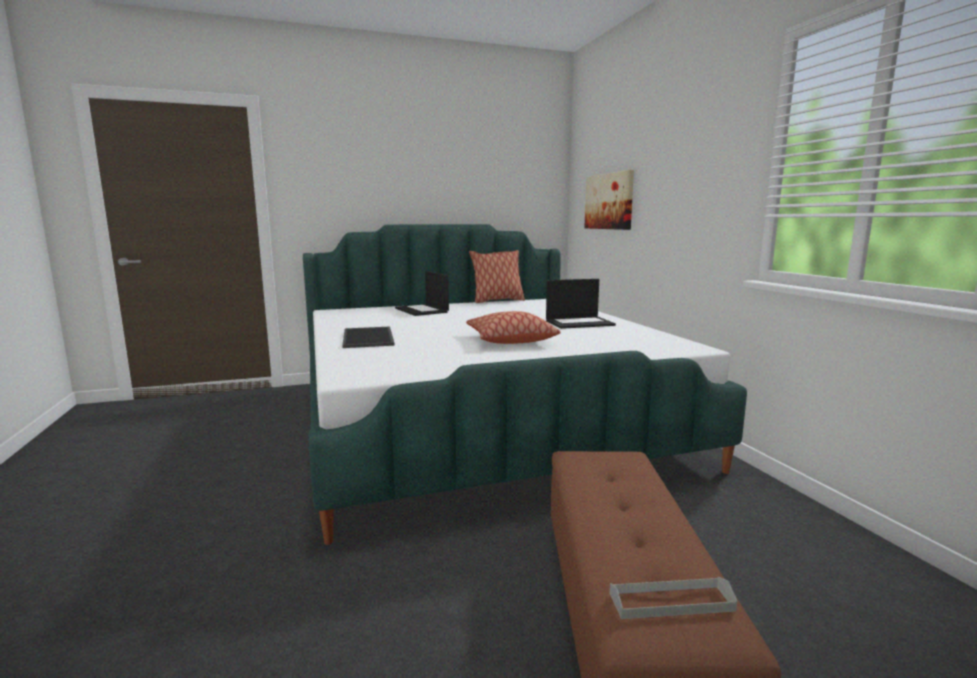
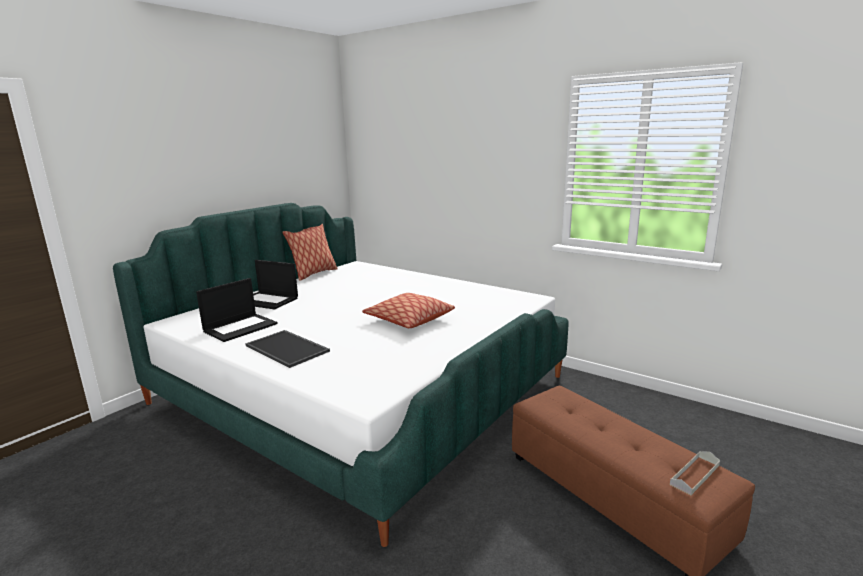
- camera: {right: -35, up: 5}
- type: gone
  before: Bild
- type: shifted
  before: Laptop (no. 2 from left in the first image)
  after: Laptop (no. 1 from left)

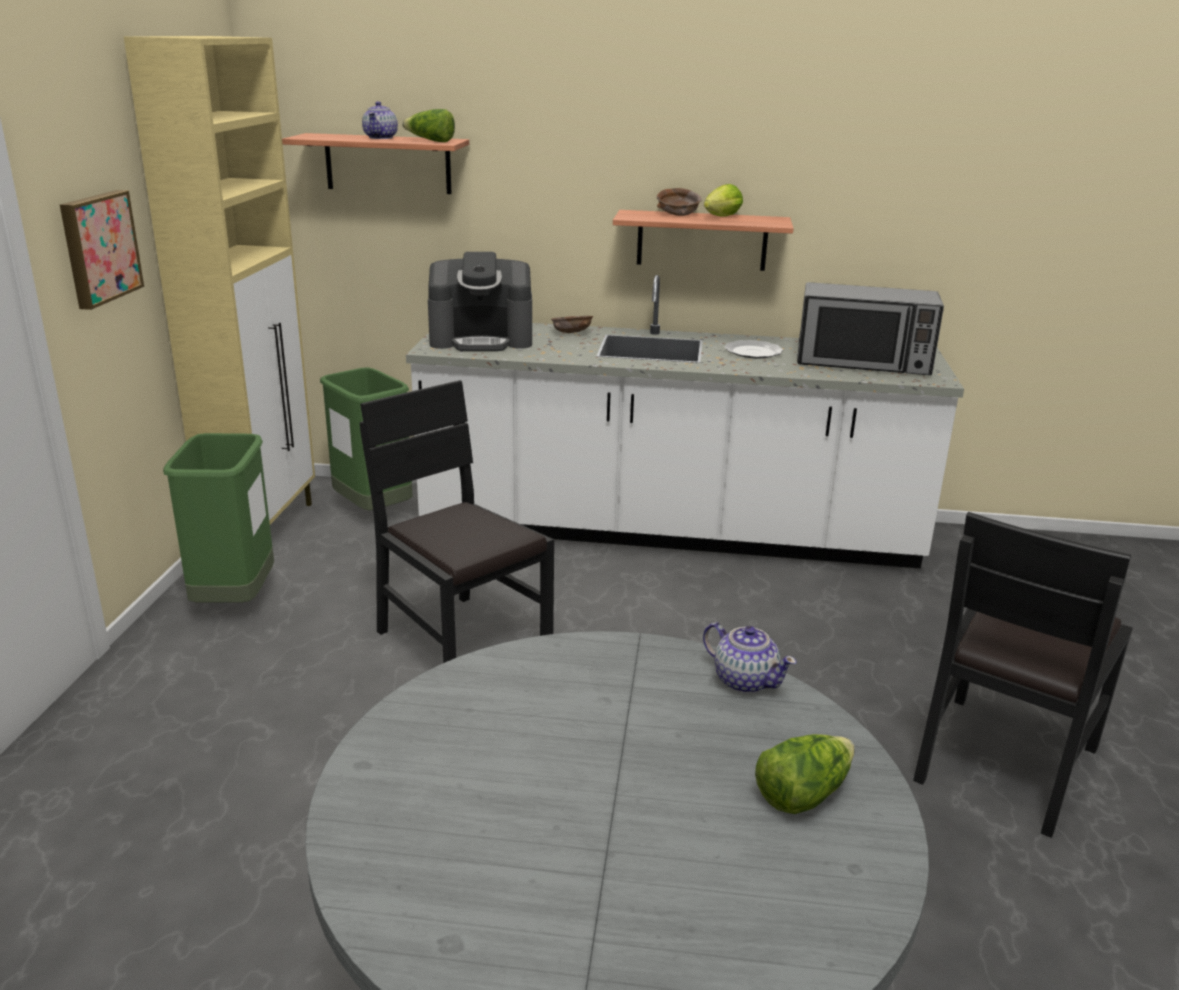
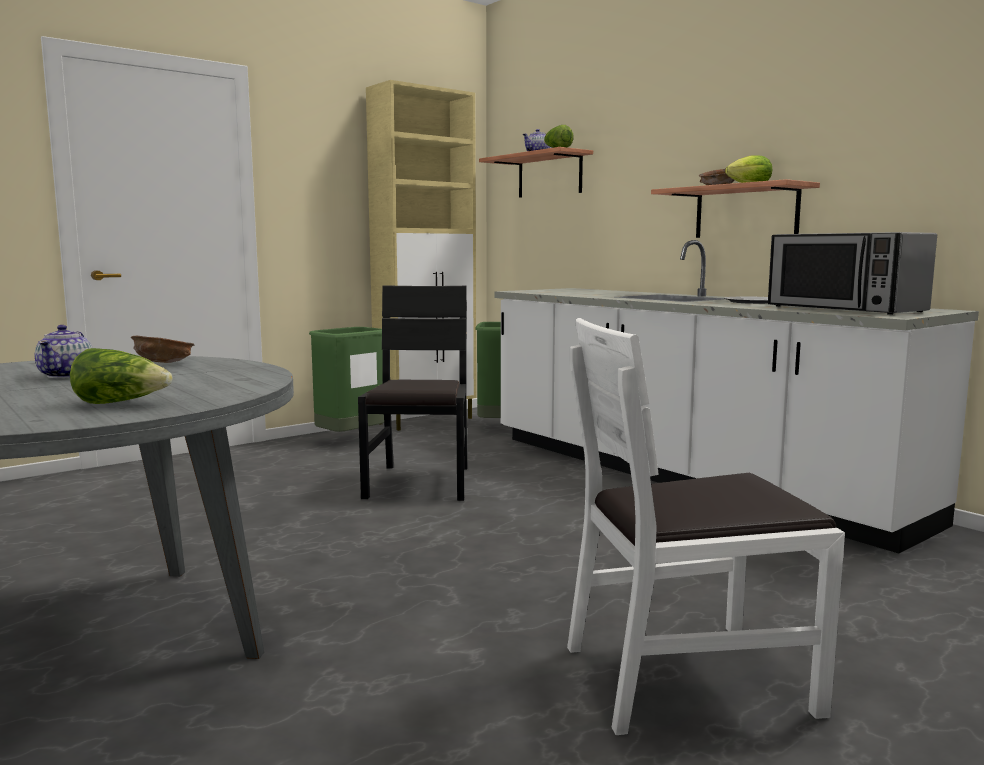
- camera: {right: 45, up: -15}
- type: gone
  before: Bild
- type: gone
  before: Kaffeemaschine
- type: shifted
  before: Schüssel [braun] (no. 1 from left)
- type: repainted
  before: Stuhl [schwarz] (no. 2 from left)
  after: Stuhl [weiß]
- type: shifted
  before: Teekanne (no. 2 from left in the first image)
  after: Teekanne (no. 1 from left)

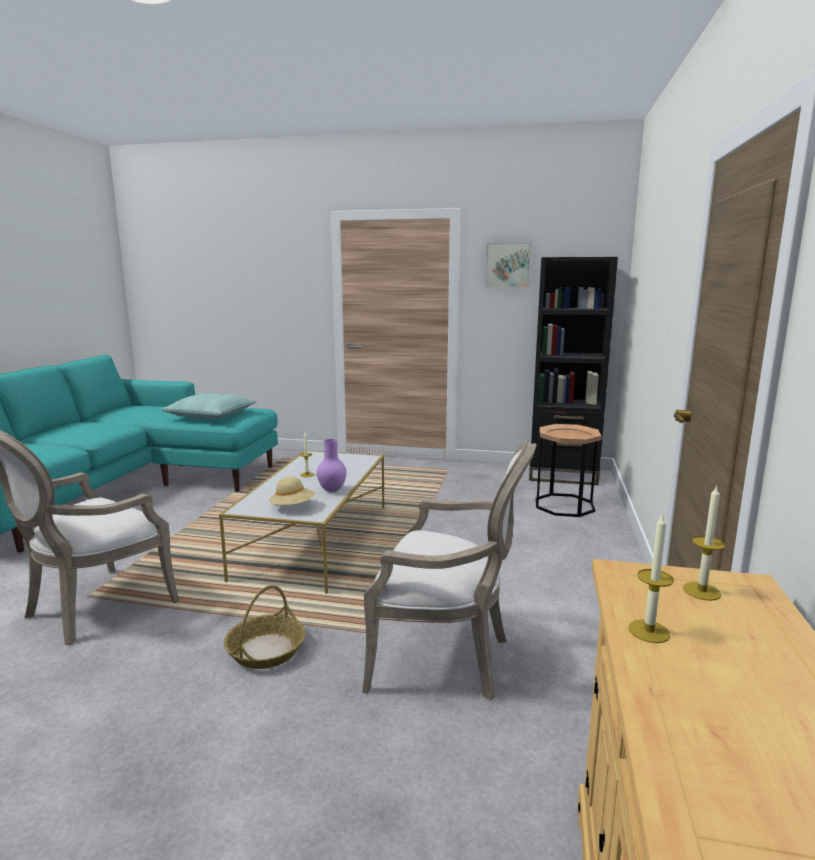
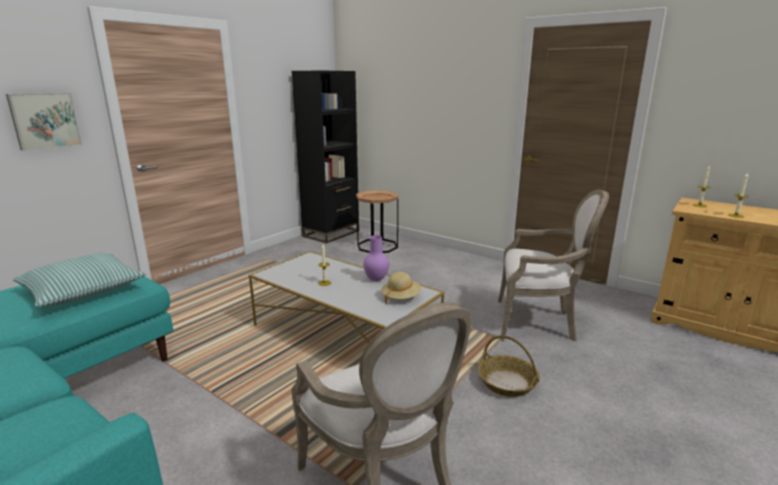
- camera: {right: -65, up: 5}
- type: shifted
  before: Bild
- type: rotated
  before: Sessel (no. 2 from left)
  turn: 60

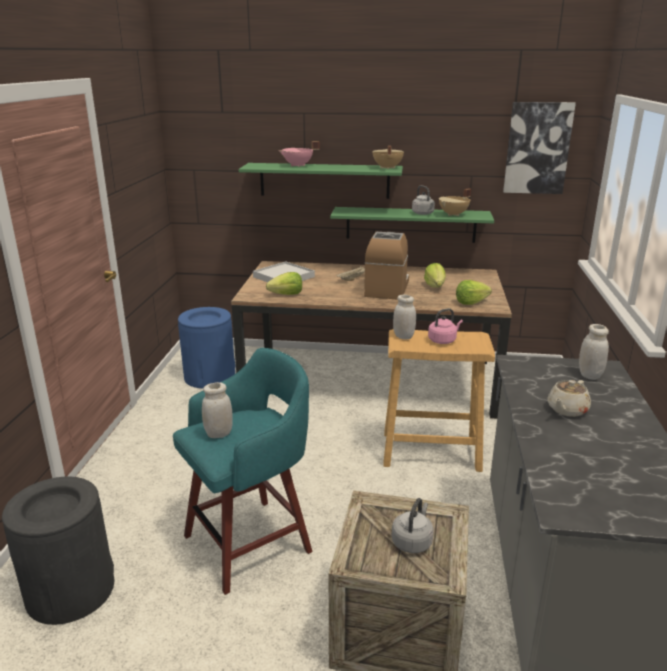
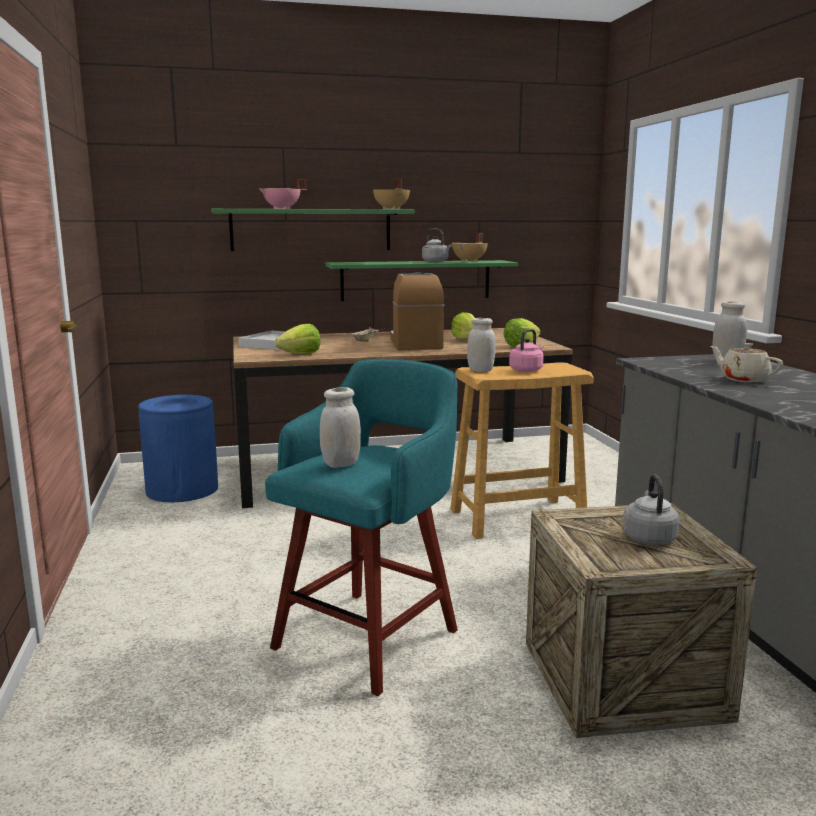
- camera: {right: -20, up: -10}
- type: gone
  before: Bild
- type: rotated
  before: Teekanne [beige]
  turn: 120
- type: gone
  before: Mülleimer [schwarz]

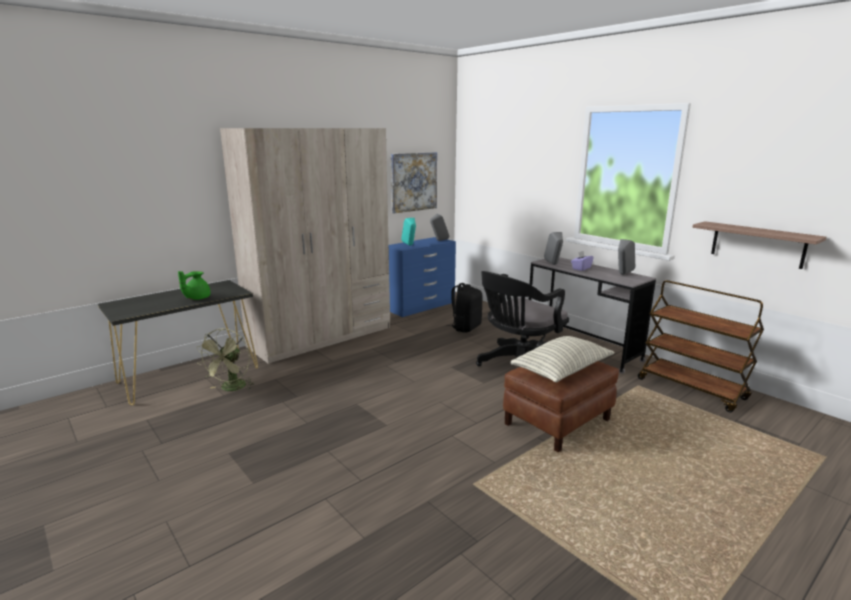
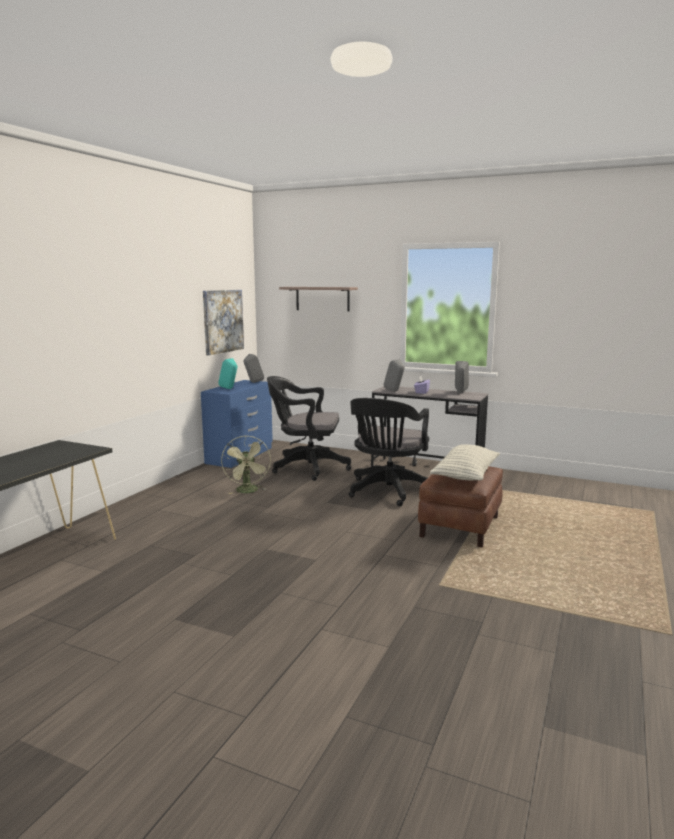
- camera: {right: -25, up: -5}
- type: gone
  before: Kleiderschrank [beige]
- type: shifted
  before: Wandregal
- type: gone
  before: Teekanne [grün]
- type: gone
  before: Rollwagen [braun]
- type: swapped
  before: Rucksack [schwarz]
  after: Bürostuhl [schwarz] (no. 1 from left)
- type: shifted
  before: Ventilator [grün]

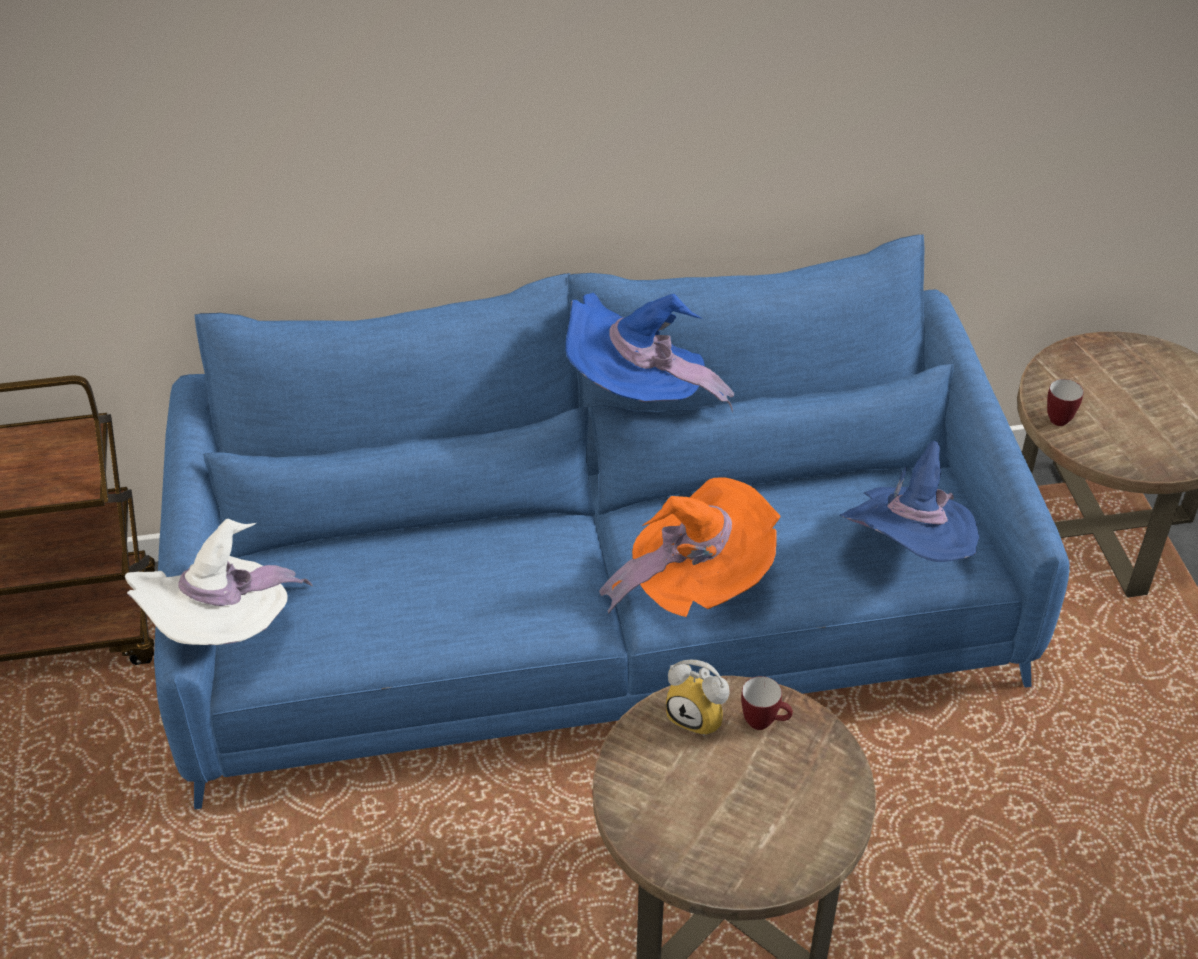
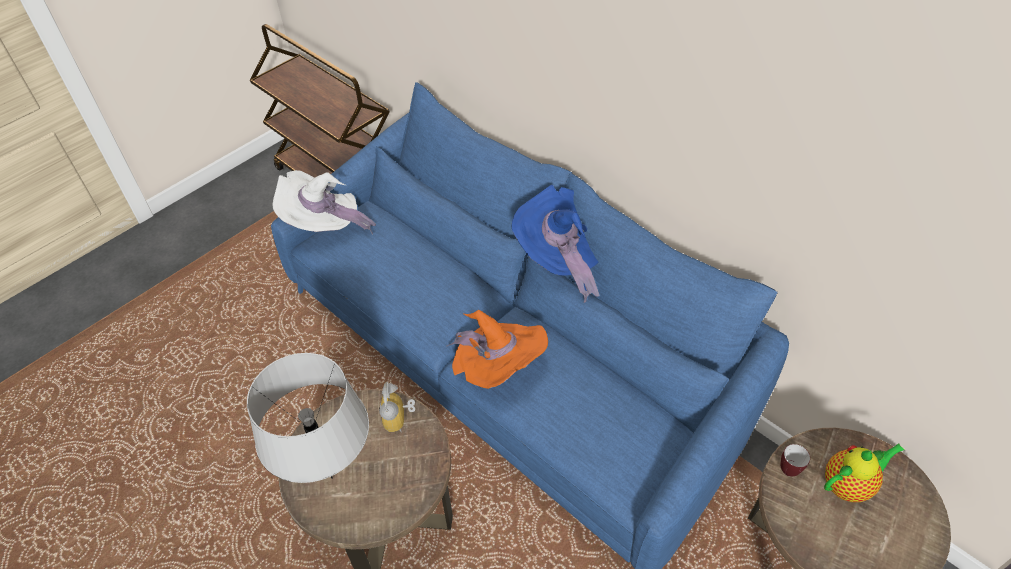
- camera: {right: 55, up: 5}
- type: gone
  before: Hut [blau] (no. 2 from left)
- type: gone
  before: Henkelbecher (no. 1 from left)
- type: new
  after: Tischlampe [grau]
- type: new
  after: Teekanne

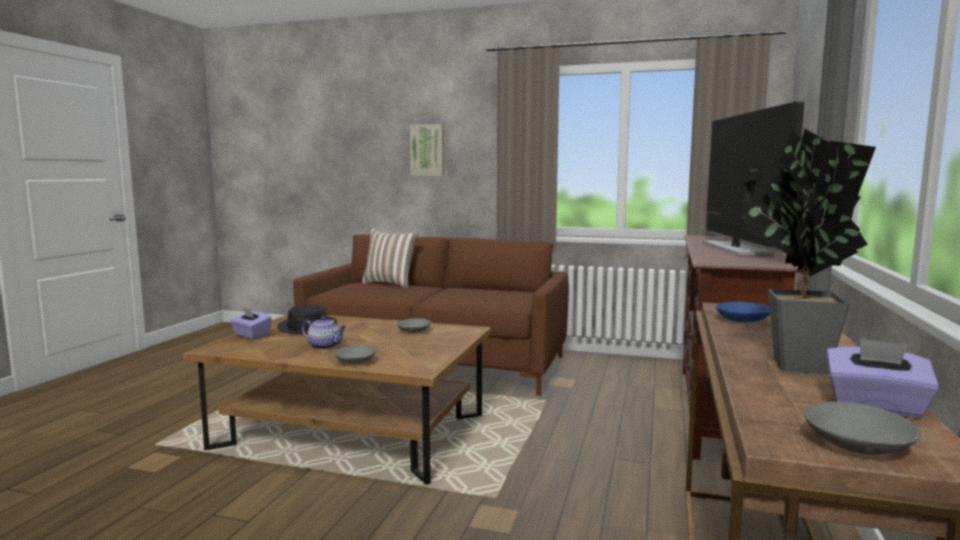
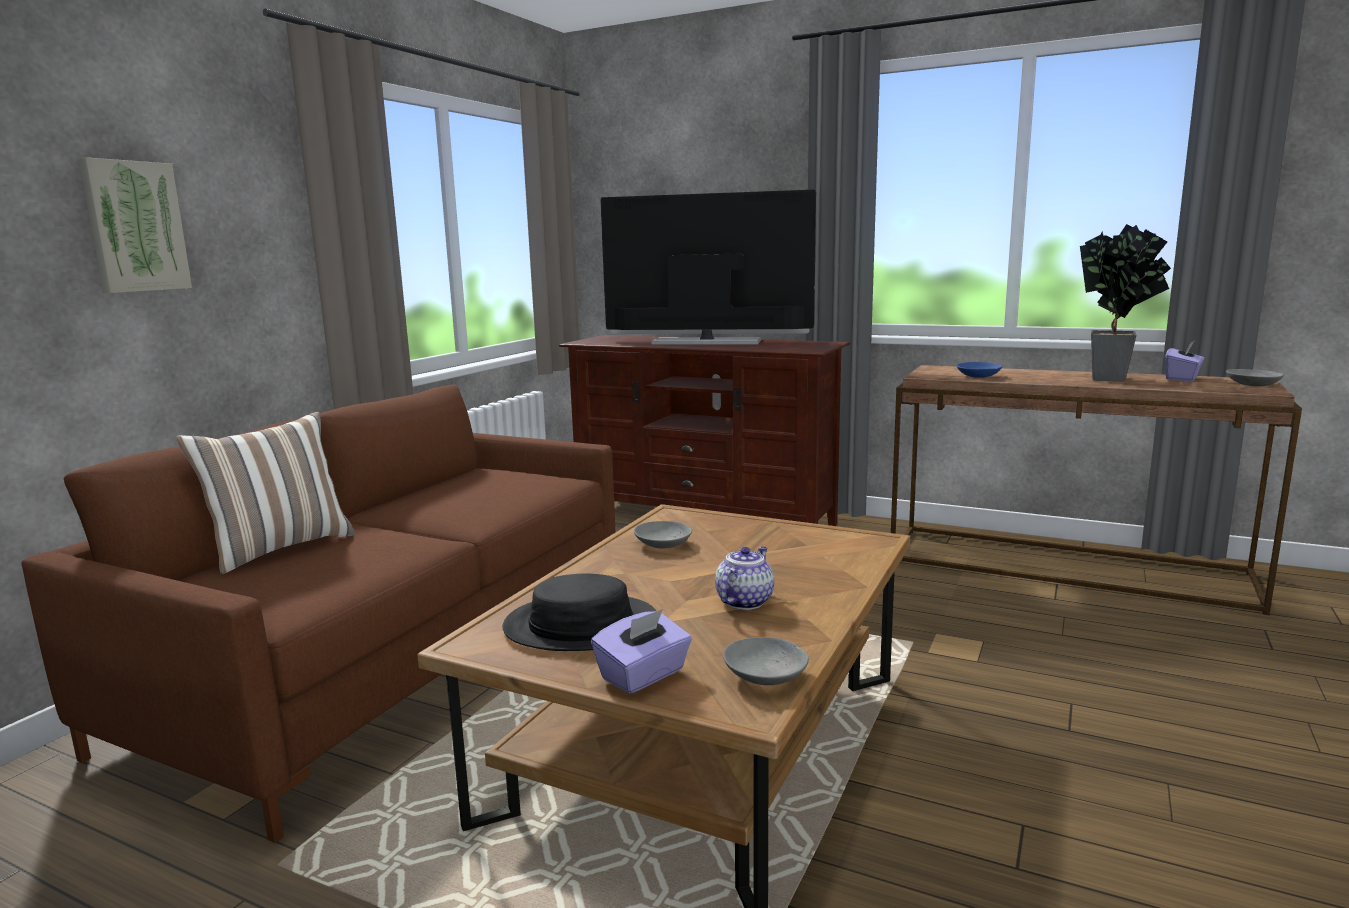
- camera: {right: -80, up: 5}
- type: shifted
  before: Schüssel [grau] (no. 1 from left in the first image)
  after: Schüssel [grau] (no. 2 from left)

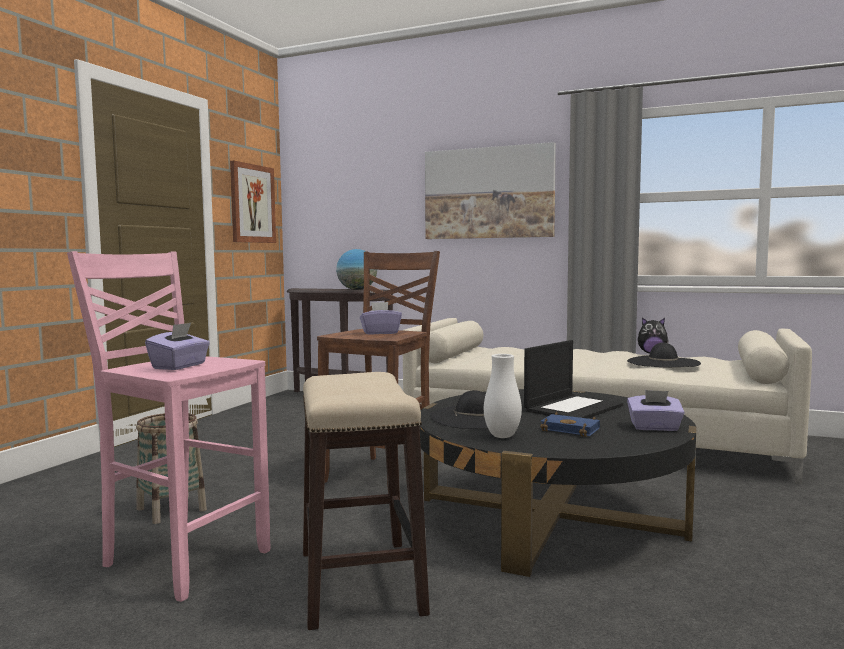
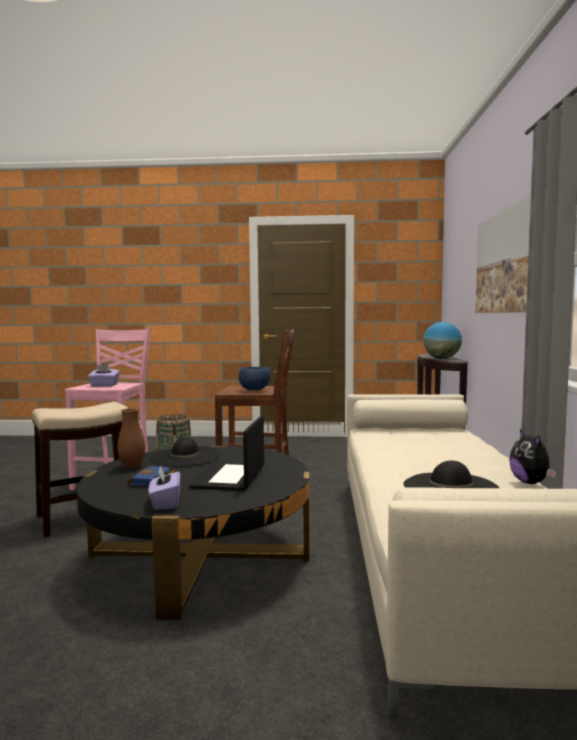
- camera: {right: 70, up: 0}
- type: gone
  before: Bild (no. 1 from left)
- type: swapped
  before: Taschentuchbox [lila] (no. 2 from left)
  after: Schüssel [blau]
- type: rotated
  before: Laptop
  turn: 75
- type: repainted
  before: Vase [weiß]
  after: Vase [braun]

